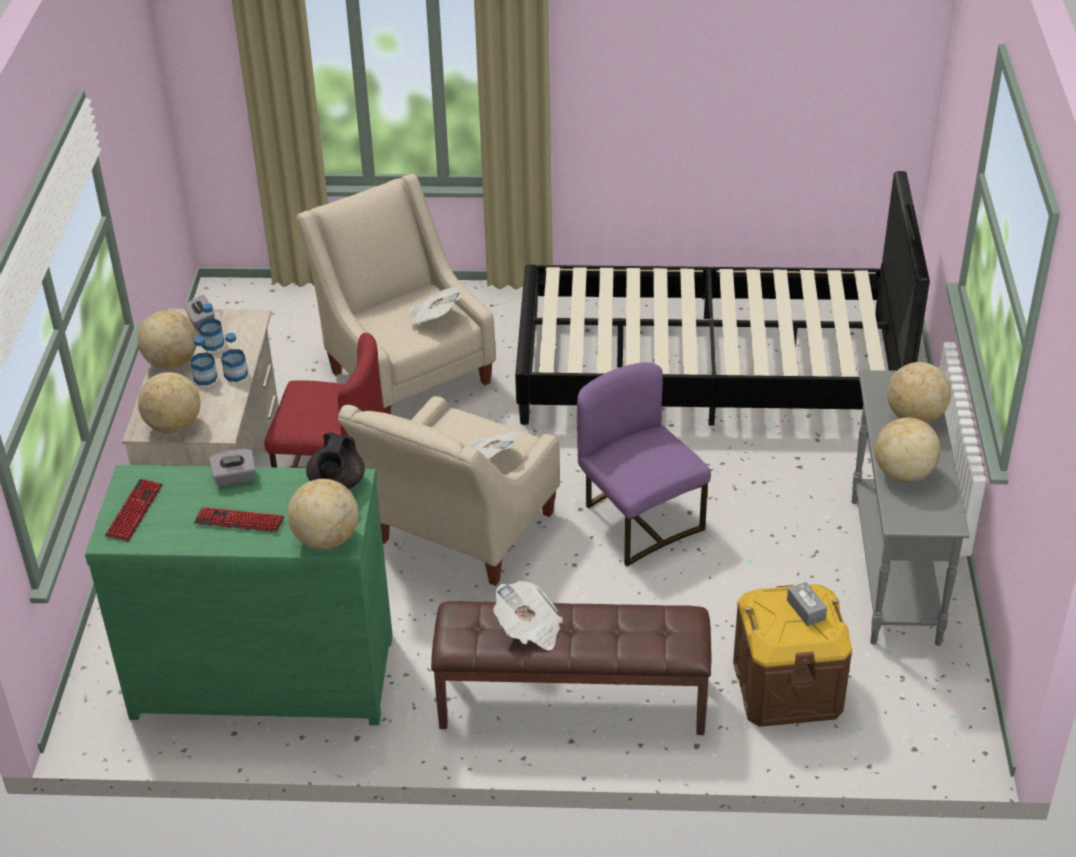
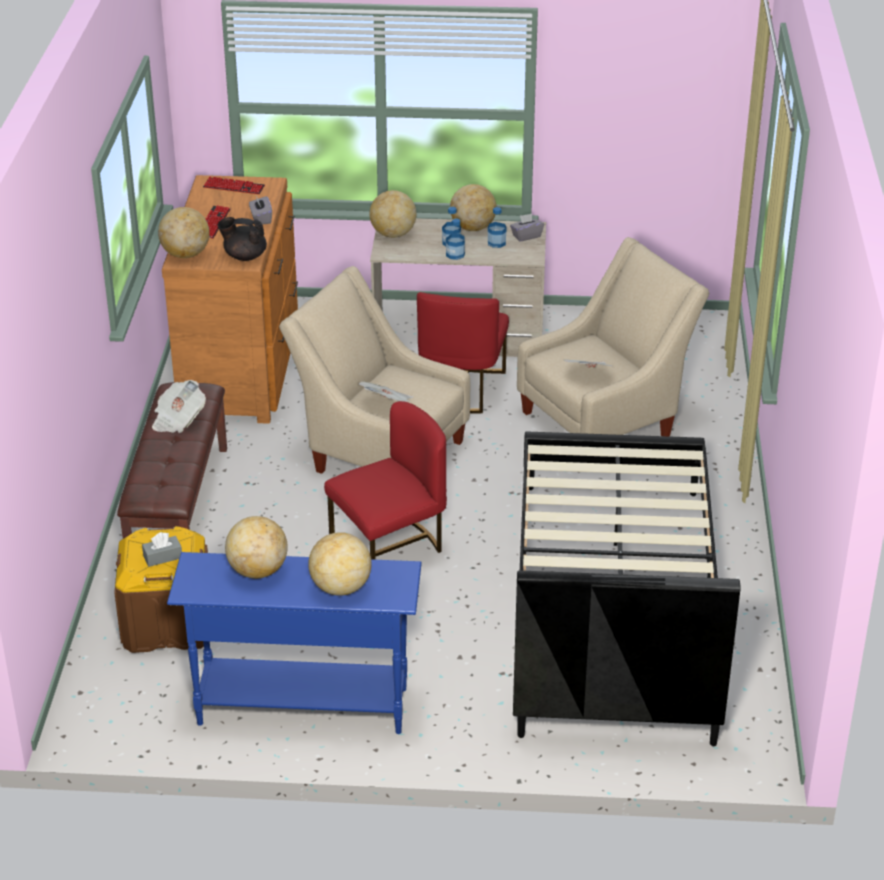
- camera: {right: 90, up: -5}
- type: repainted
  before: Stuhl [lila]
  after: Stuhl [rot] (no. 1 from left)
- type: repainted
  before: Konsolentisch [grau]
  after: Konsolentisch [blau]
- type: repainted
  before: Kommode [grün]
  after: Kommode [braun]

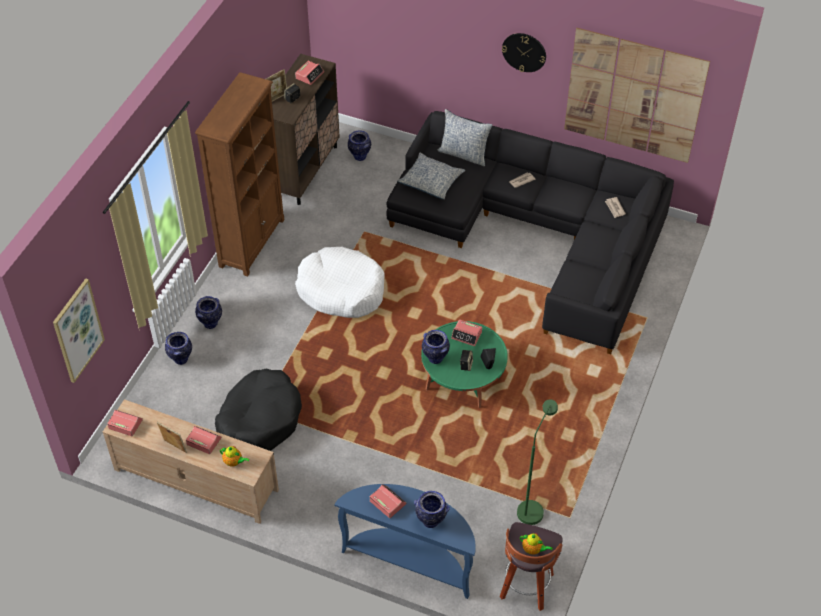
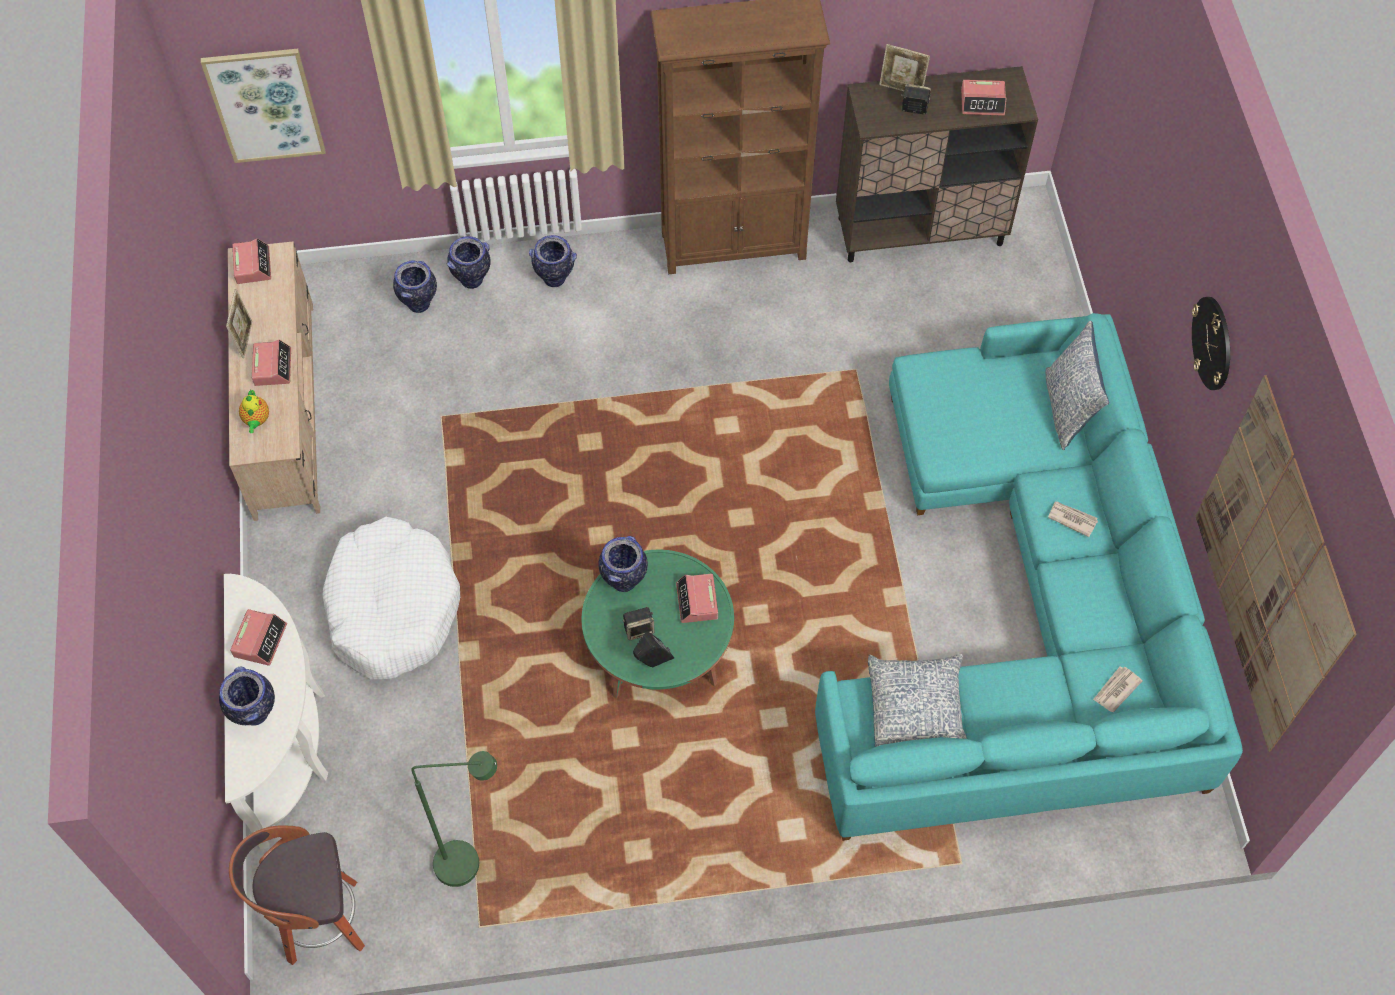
- camera: {right: 60, up: 10}
- type: repainted
  before: Sofa [schwarz]
  after: Sofa [türkis]
- type: shifted
  before: Vase (no. 3 from left in the first image)
  after: Vase (no. 2 from left)
- type: shifted
  before: Kissen (no. 1 from left)
- type: shifted
  before: Hundebett [weiß]
- type: gone
  before: Hundebett [schwarz]
- type: repainted
  before: Konsolentisch [blau]
  after: Konsolentisch [weiß]
- type: gone
  before: Teekanne (no. 2 from left)

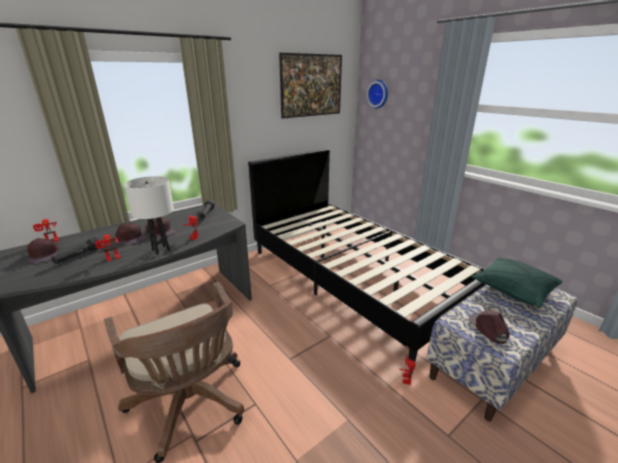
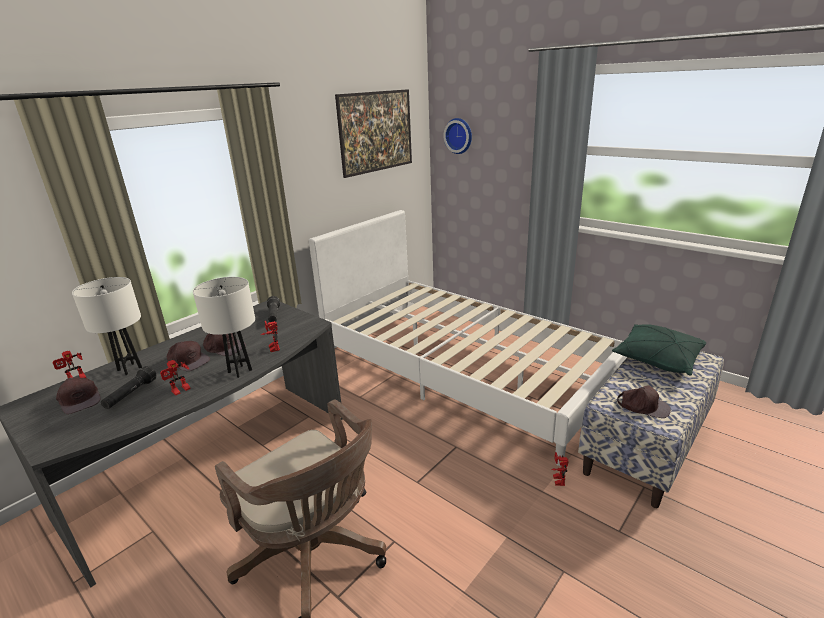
- camera: {right: -10, up: 0}
- type: repainted
  before: Bett [schwarz]
  after: Bett [weiß]
- type: rotated
  before: Kappe [braun] (no. 4 from left)
  turn: 135
- type: new
  after: Tischlampe [weiß] (no. 1 from left)

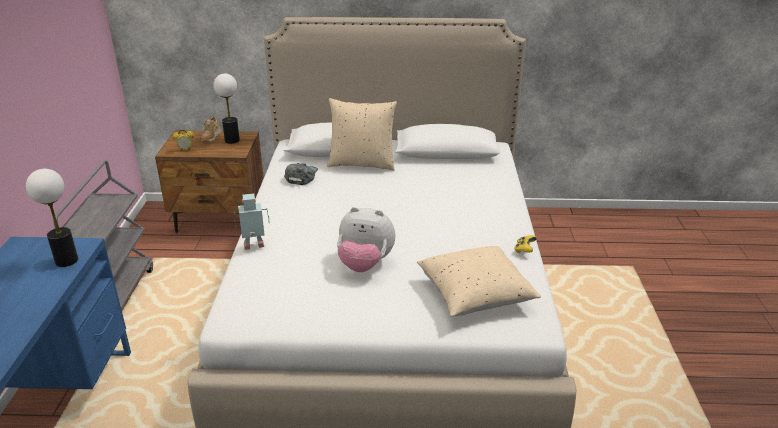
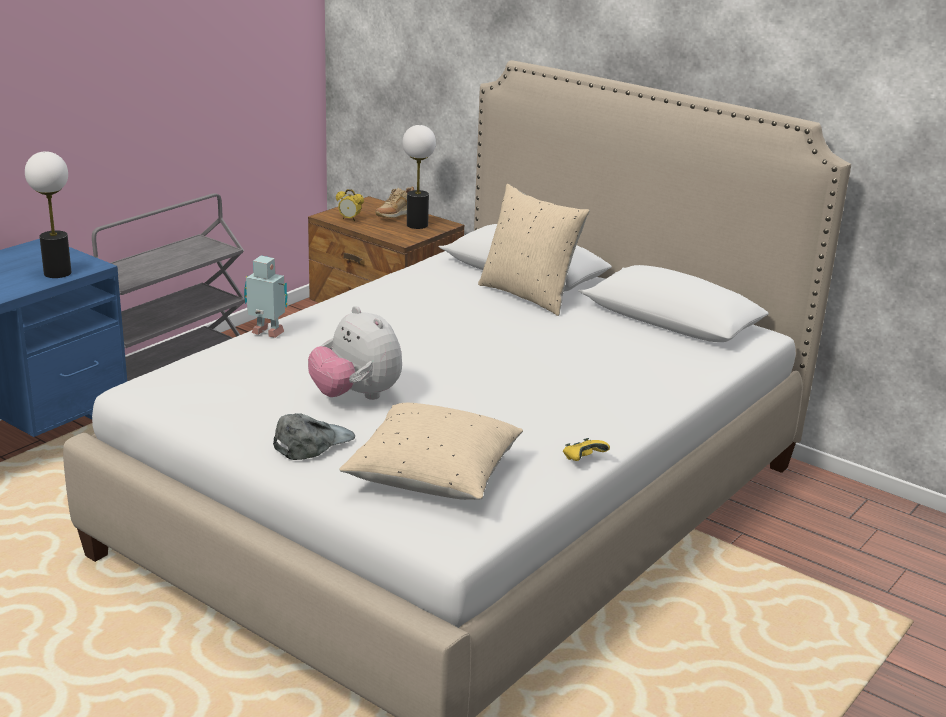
- camera: {right: 35, up: -5}
- type: shifted
  before: Kappe [grau]

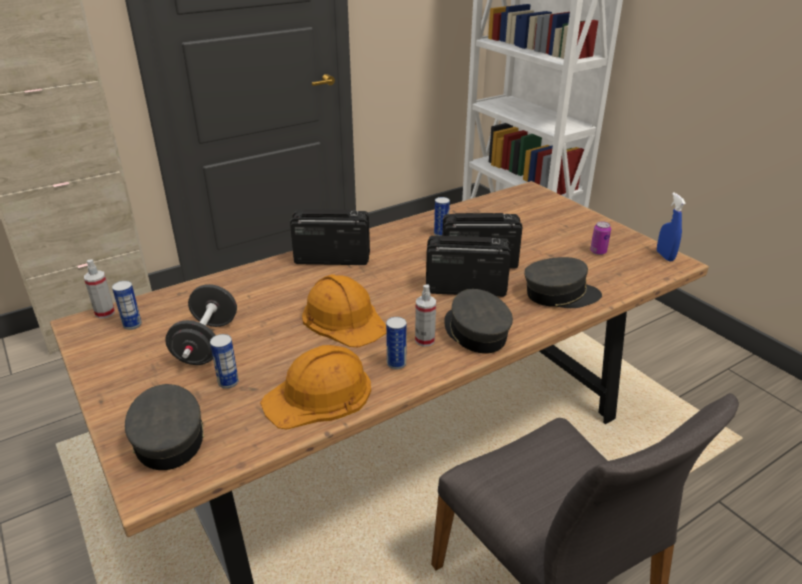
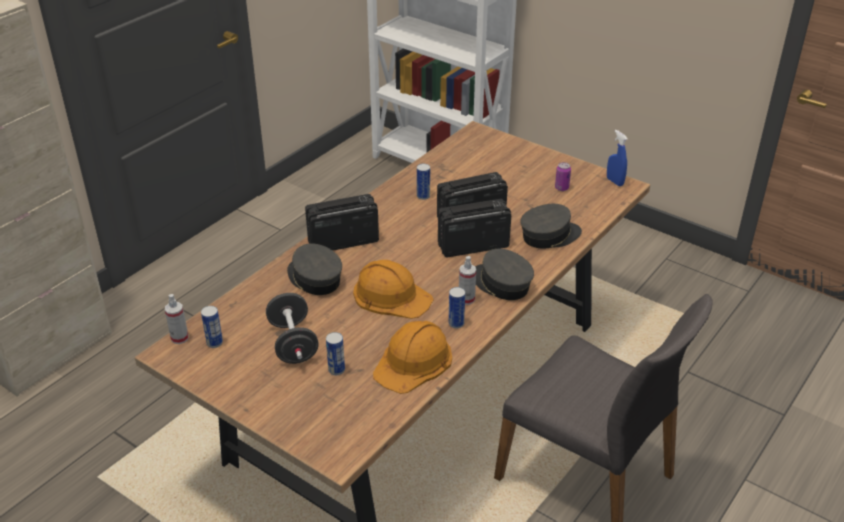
- camera: {right: -20, up: 5}
- type: shifted
  before: Kappe [grau] (no. 1 from left)

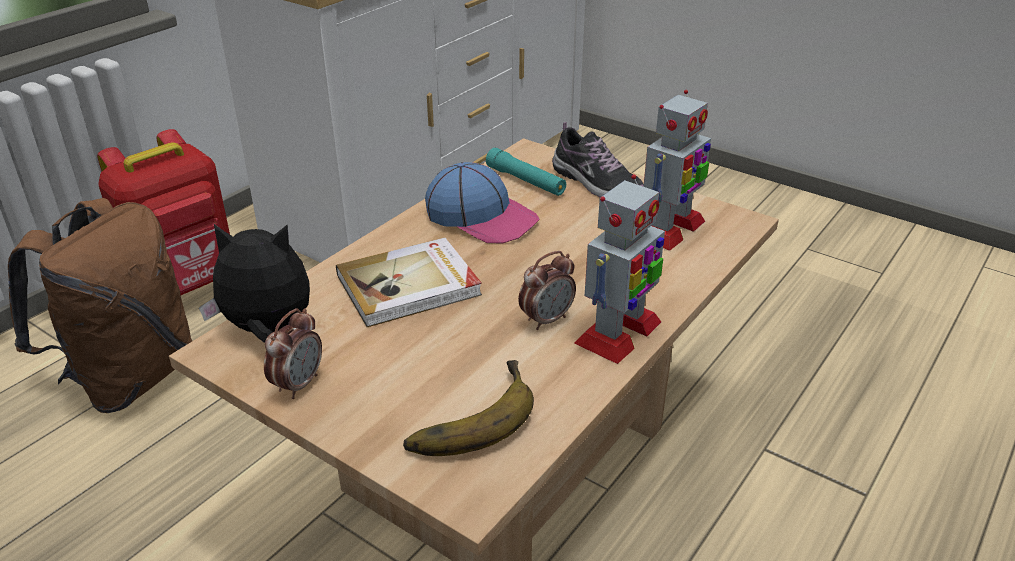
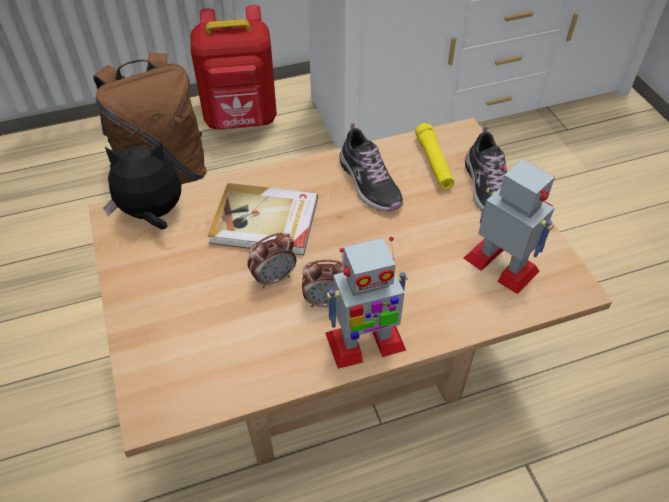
- camera: {right: 35, up: 15}
- type: rotated
  before: Spielzeugroboter (no. 2 from left)
  turn: -120
- type: repainted
  before: Taschenlampe [türkis]
  after: Taschenlampe [gelb]
- type: swapped
  before: Kappe
  after: Schuh (no. 1 from left)
- type: rotated
  before: Plüschtier
  turn: -45
- type: shifted
  before: Wecker (no. 1 from left)
- type: gone
  before: Banane

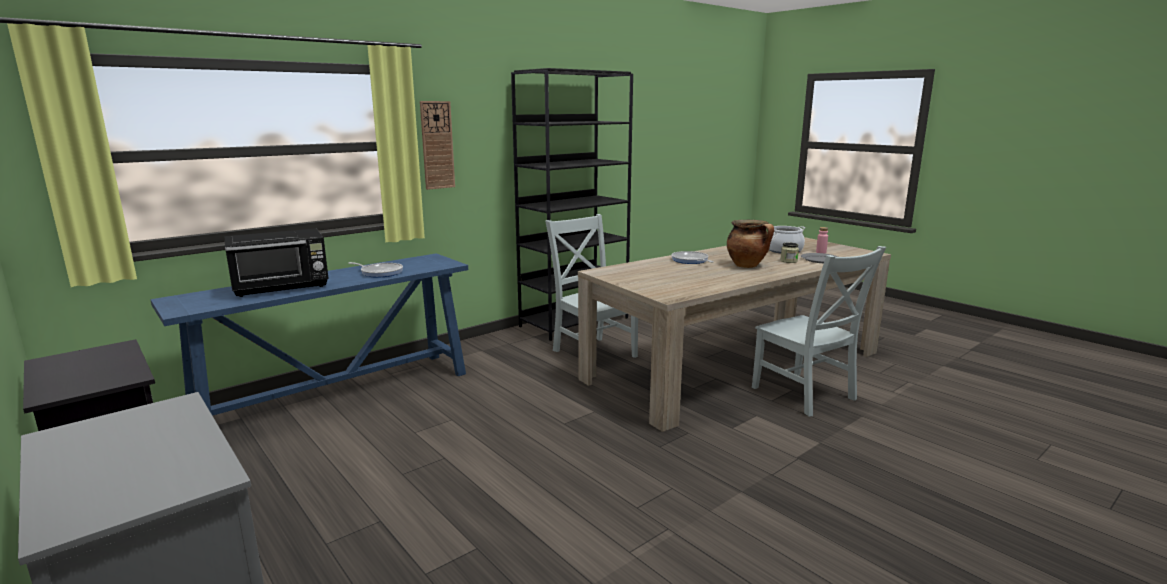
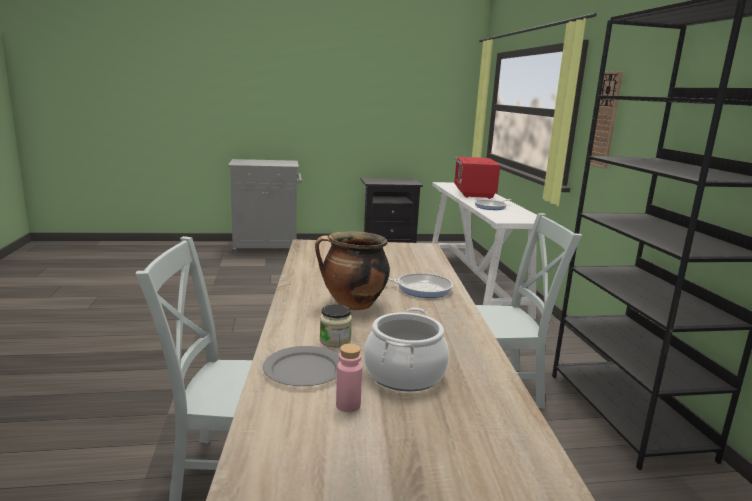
- camera: {right: 120, up: 0}
- type: repainted
  before: Mikrowelle [schwarz]
  after: Mikrowelle [rot]
- type: repainted
  before: Konsolentisch [blau]
  after: Konsolentisch [weiß]

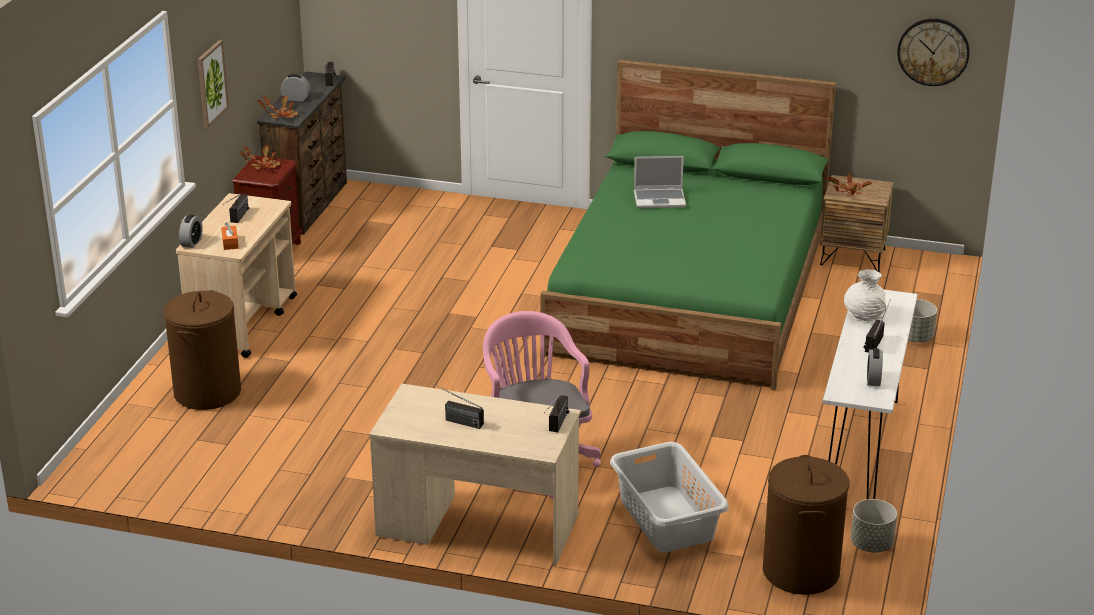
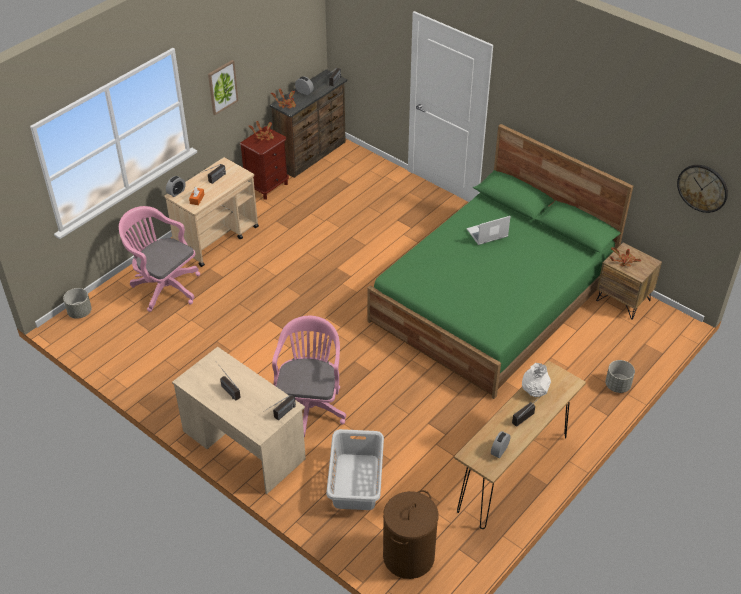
- camera: {right: 25, up: 15}
- type: rotated
  before: Laptop
  turn: 135
- type: repainted
  before: Konsolentisch [weiß]
  after: Konsolentisch [braun]
- type: swapped
  before: Wäschekorb [braun] (no. 1 from left)
  after: Bürostuhl [rosa] (no. 1 from left)
- type: shifted
  before: Pflanzkübel [grau] (no. 1 from left)

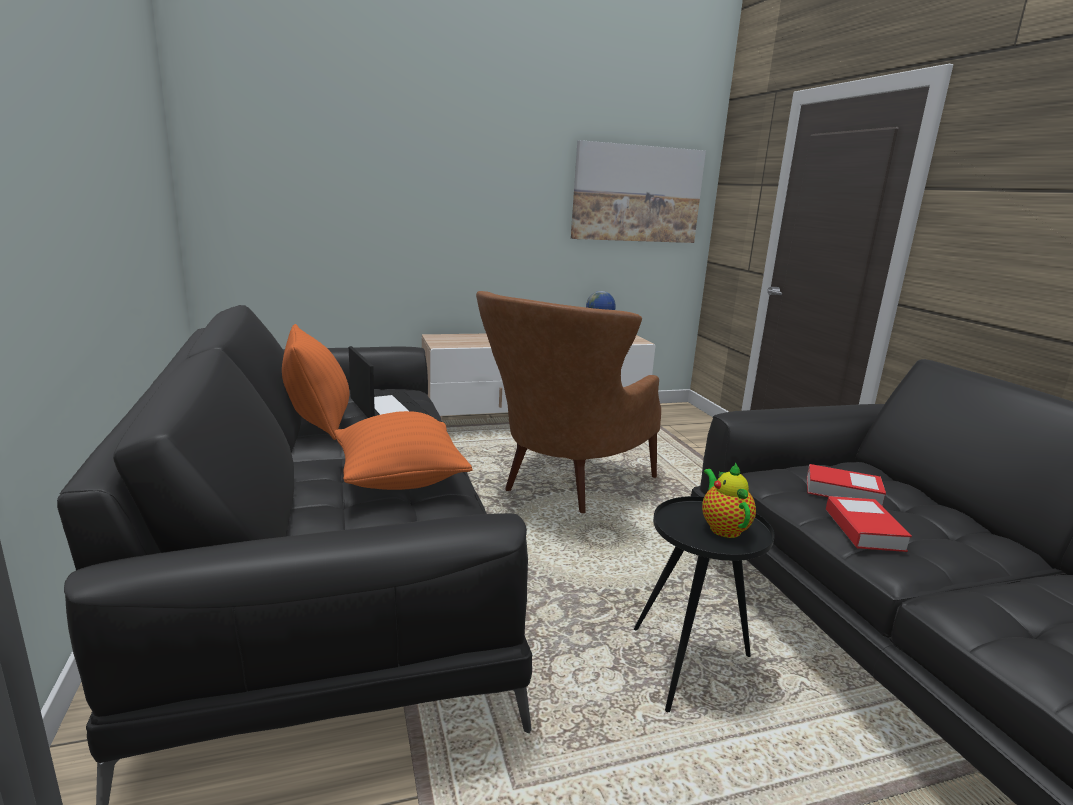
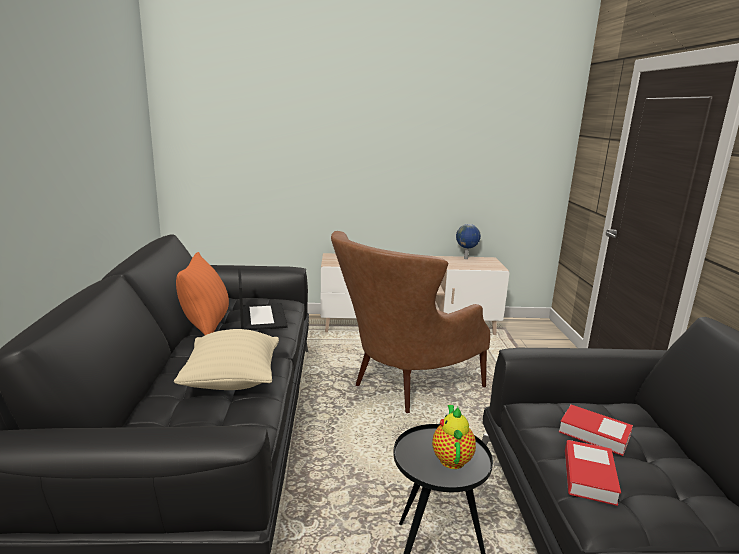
- camera: {right: 15, up: 0}
- type: gone
  before: Bild
- type: repainted
  before: Kissen [orange] (no. 2 from left)
  after: Kissen [beige]

